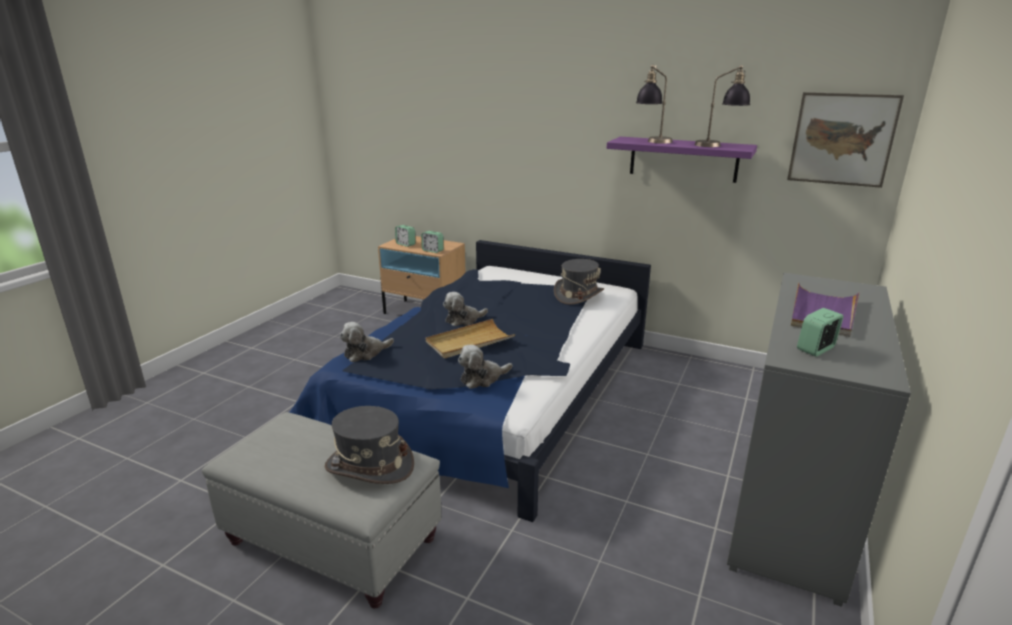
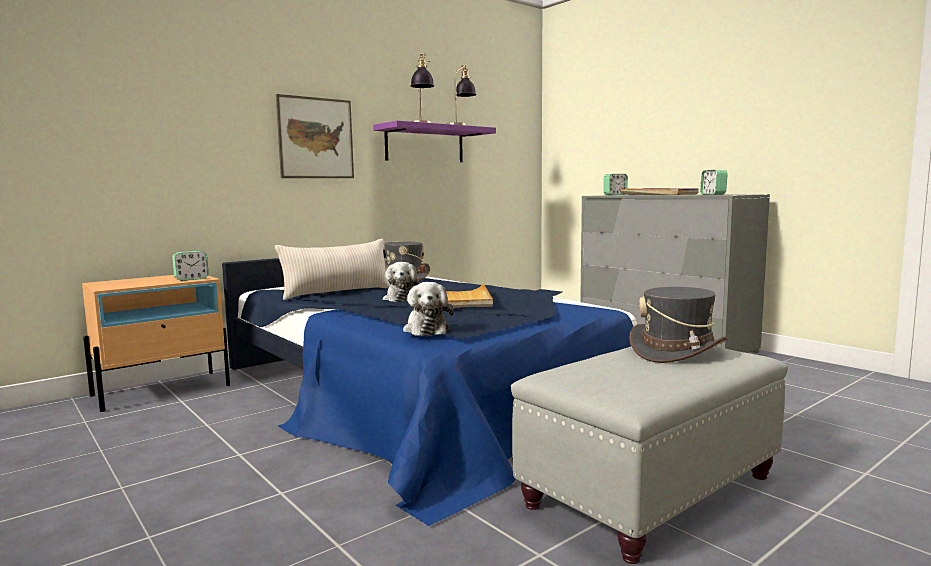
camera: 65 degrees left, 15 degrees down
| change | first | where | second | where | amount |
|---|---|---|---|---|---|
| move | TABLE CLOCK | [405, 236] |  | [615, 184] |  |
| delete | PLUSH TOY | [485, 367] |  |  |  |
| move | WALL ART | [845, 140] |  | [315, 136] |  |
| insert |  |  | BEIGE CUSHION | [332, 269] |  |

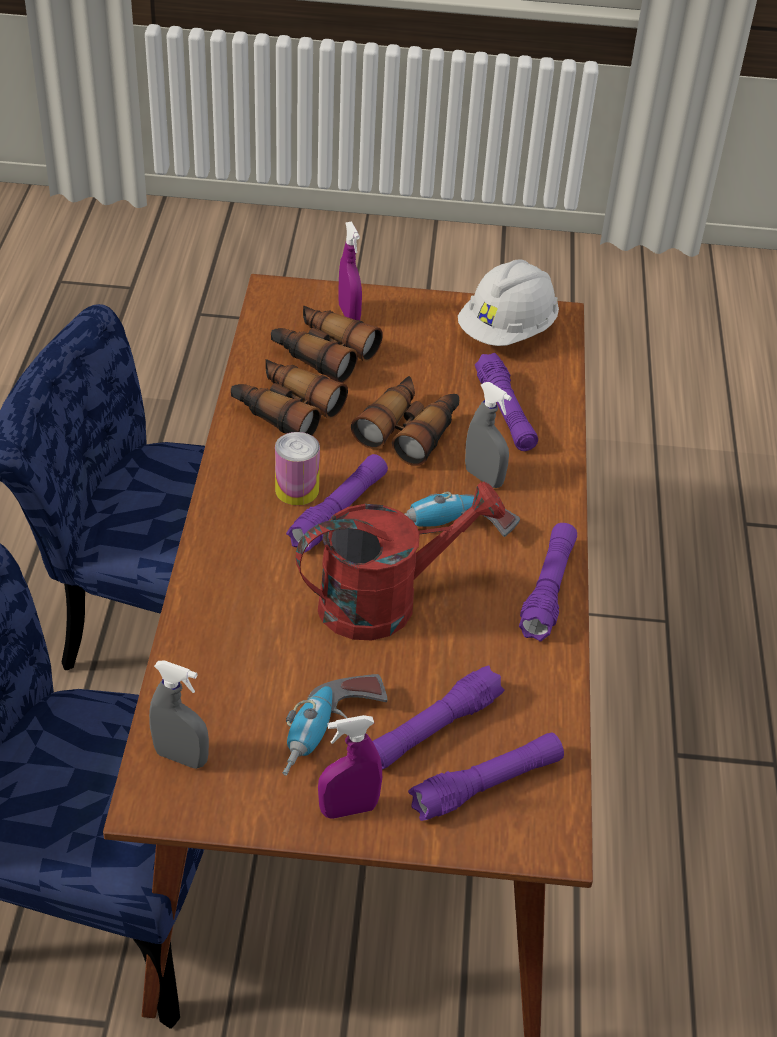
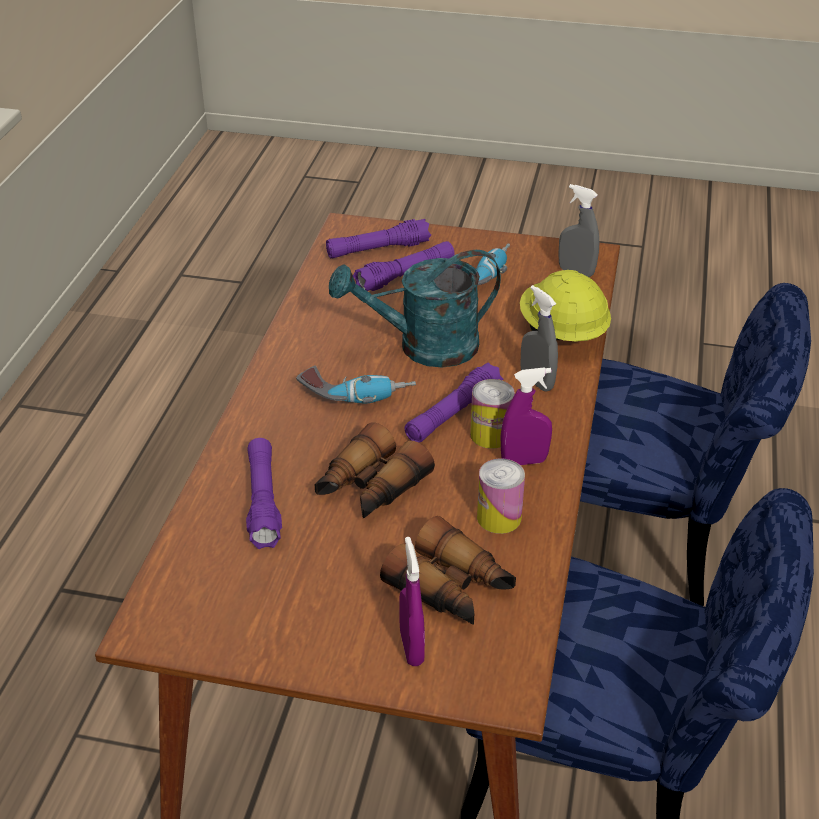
camera: 170 degrees left, 5 degrees down
| change | first | where | second | where | amount |
|---|---|---|---|---|---|
| replace | BINOCULARS | [289, 397] | CAN | [501, 496] |  |
| recolor | RED-COLOURED WATERING POT | [400, 561] | TURQUOISE WATERING POT | [415, 309] |  |
| move | PURPLE SPRAY BOTTLE | [350, 767] |  | [526, 416] |  |
| delete | WHITE SAFETY HELMET | [508, 302] |  |  |  |
| move | GRAY SPRAY BOTTLE | [488, 435] |  | [539, 338] |  |
| delete | PURPLE HAND TORCH | [548, 582] |  |  |  |
| insert |  |  | YELLOW-COLOURED SAFETY HELMET | [565, 306] |  |

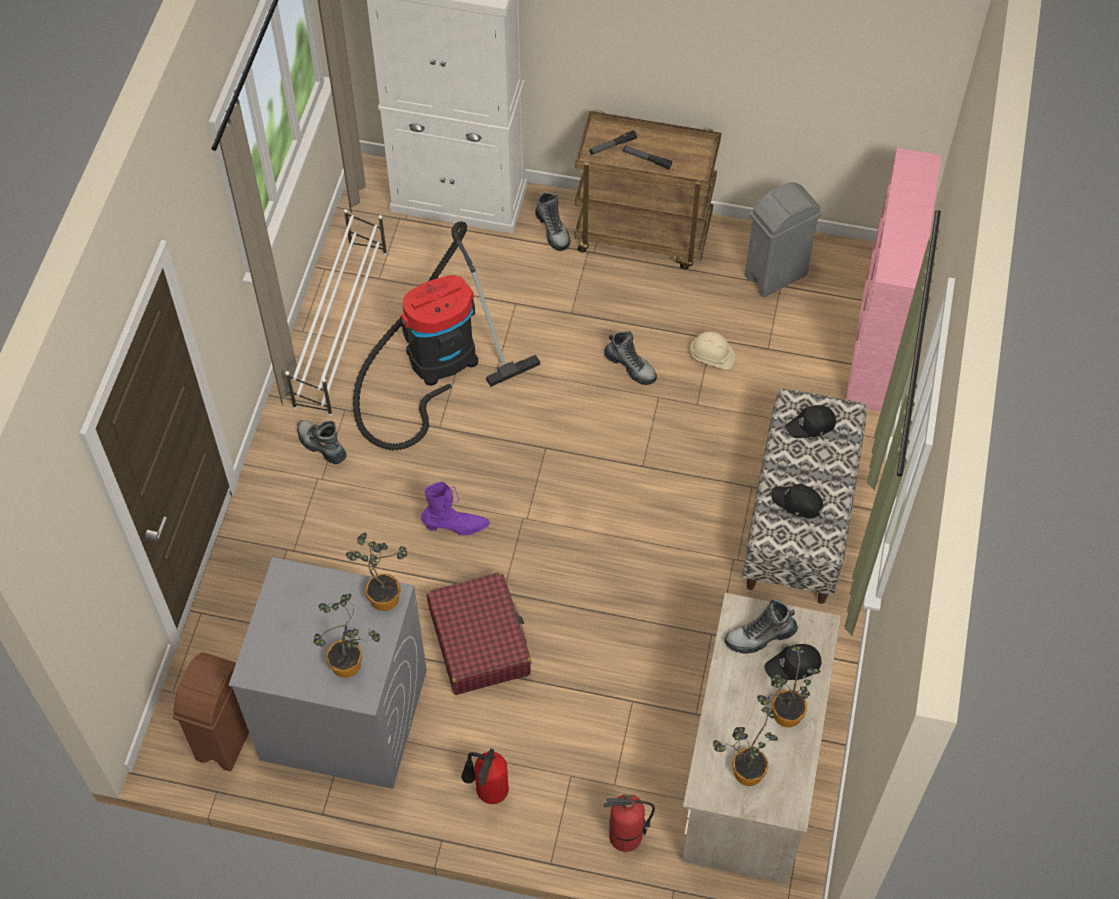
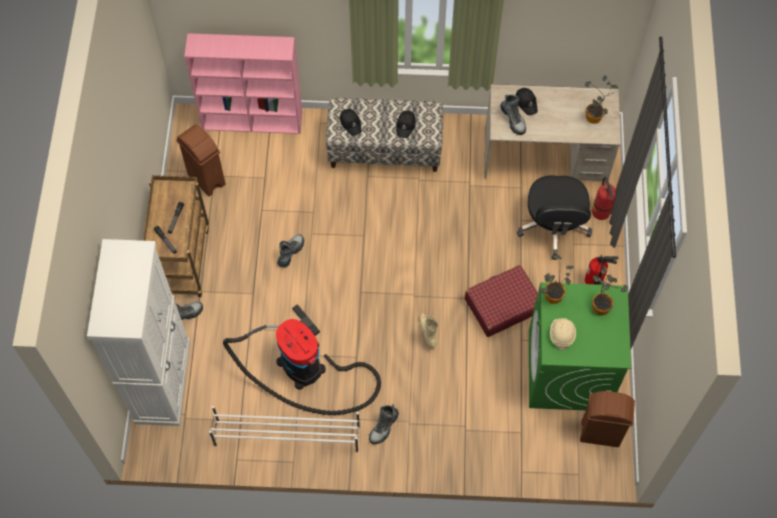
camera: 100 degrees left, 5 degrees up
| change | first | where | second | where | amount |
|---|---|---|---|---|---|
| recolor | GRAY WASHING MACHINE | [328, 673] | GREEN-COLOURED WASHING MACHINE | [580, 346] |  |
| recolor | PURPLE HIGH-TOP BOOT | [455, 509] | BEIGE HIGH-TOP BOOT | [429, 331] |  |
| move | BEIGE SAFETY HELMET | [712, 350] |  | [563, 334] |  |
| recolor | GRAY WASTE BIN | [783, 239] | BROWNISH WASTE BIN | [200, 160] |  |
| delete | POTTED PLANT | [788, 686] |  |  |  |
| insert |  |  | BLACK DESK CHAIR | [554, 217] |  |

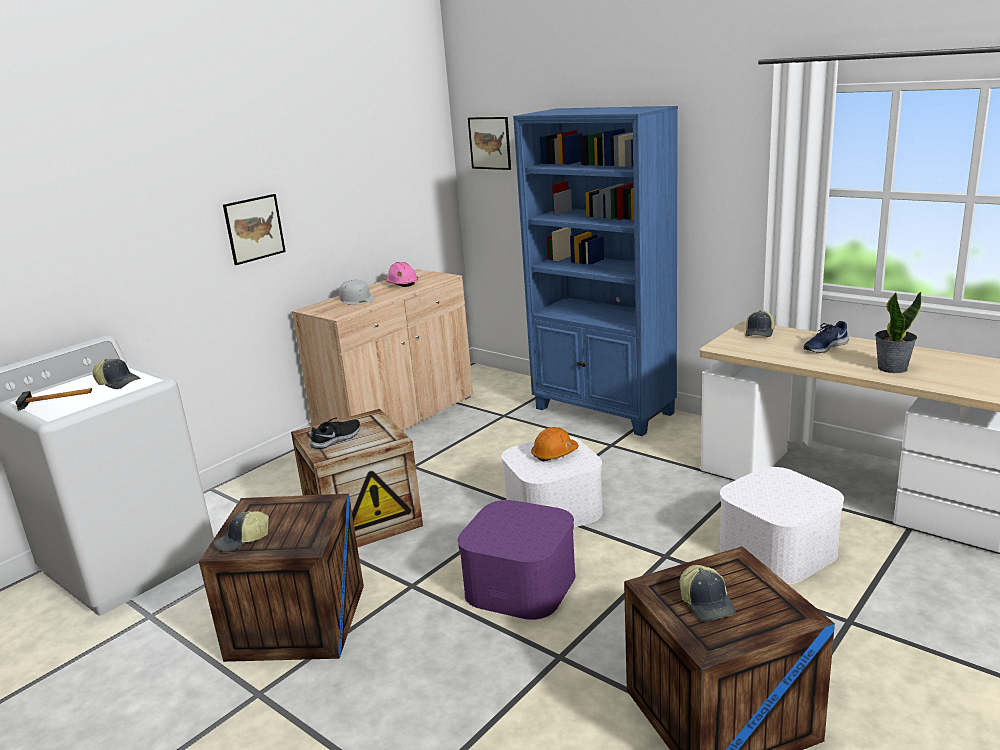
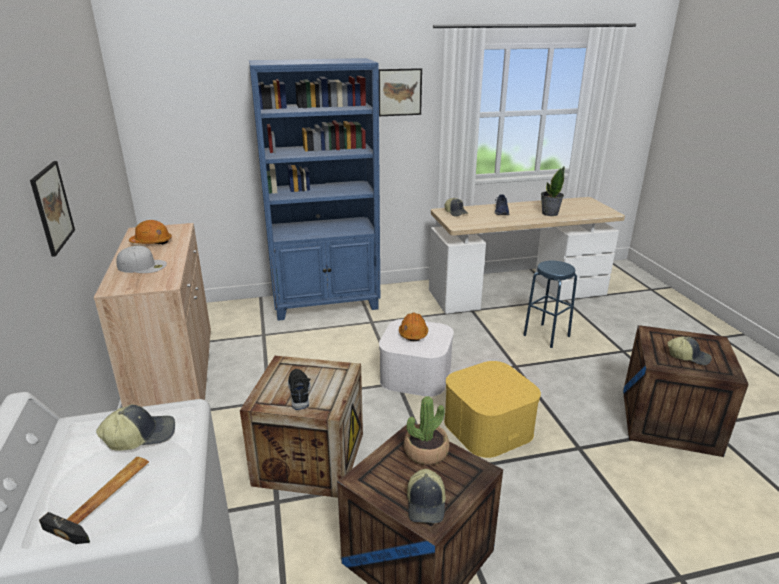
camera: 55 degrees left, 5 degrees up
| change | first | where | second | where | amount |
|---|---|---|---|---|---|
| recolor | PINKISH SAFETY HELMET | [401, 274] | ORANGEY SAFETY HELMET | [150, 232] |  |
| recolor | PURPLE STORAGE CONTAINER | [516, 560] | YELLOW-COLOURED STORAGE CONTAINER | [492, 409] |  |
| move | WALL ART | [489, 143] |  | [400, 92] |  |
| replace | WHITE STORAGE CONTAINER | [782, 525] | BLUE STOOL | [550, 304] |  |
| insert |  |  | POTTED PLANT | [426, 430] |  |

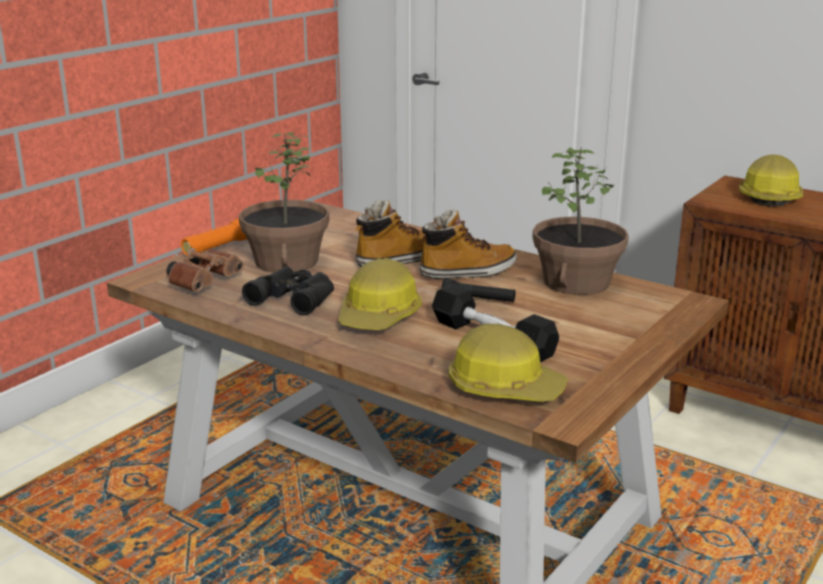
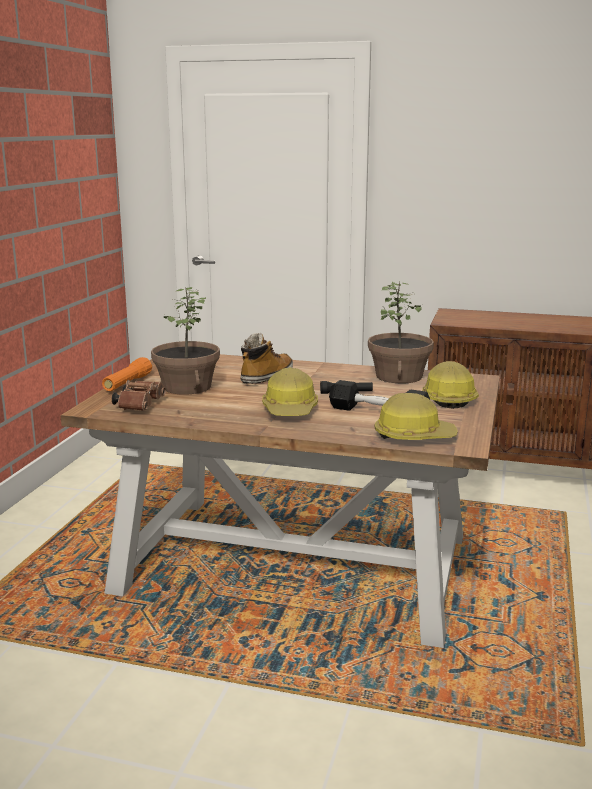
camera: 20 degrees left, 5 degrees down
| change | first | where | second | where | amount |
|---|---|---|---|---|---|
| delete | BLACK BINOCULARS | [288, 290] |  |  |  |
| delete | HIGH-TOP BOOT | [468, 244] |  |  |  |
| move | SAFETY HELMET | [771, 181] |  | [450, 385] |  |

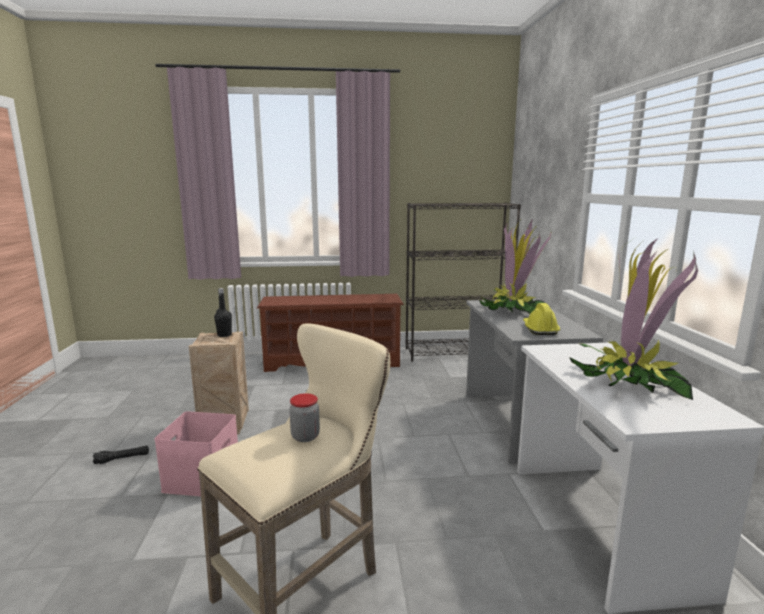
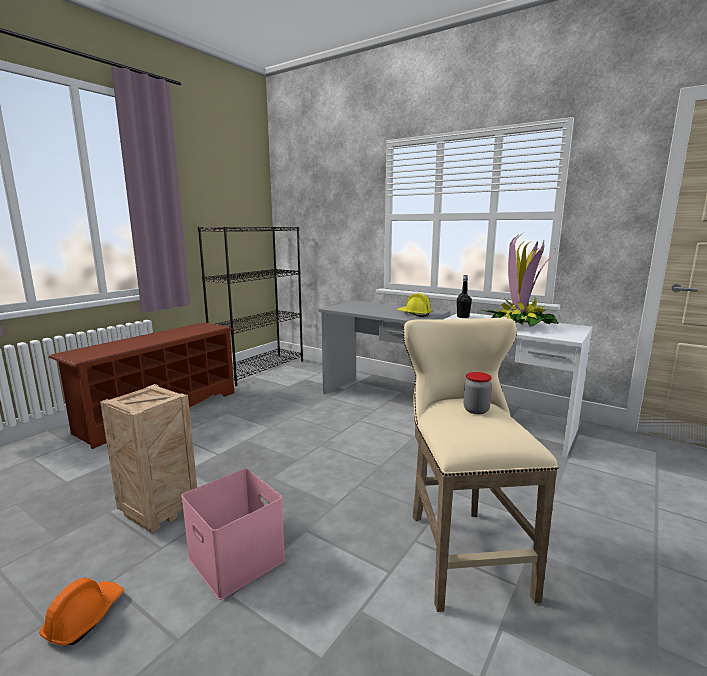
camera: 50 degrees left, 0 degrees up
| change | first | where | second | where | amount |
|---|---|---|---|---|---|
| replace | BLACK HAND TORCH | [121, 455] | ORANGEY SAFETY HELMET | [81, 612] |  |
| move | BLACK DRINK BOTTLE | [223, 312] |  | [464, 296] |  |
| delete | POTTED PLANT | [515, 266] |  |  |  |

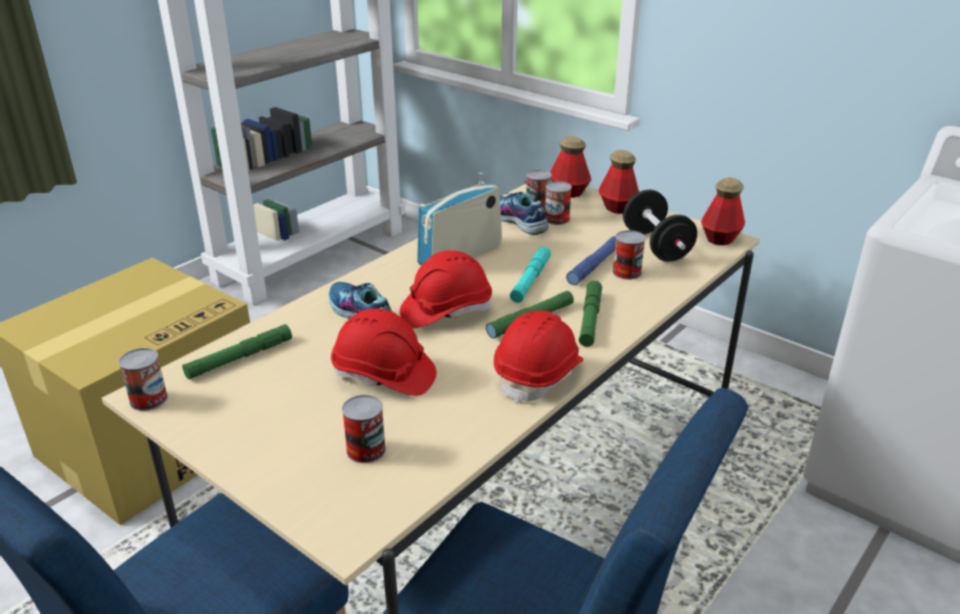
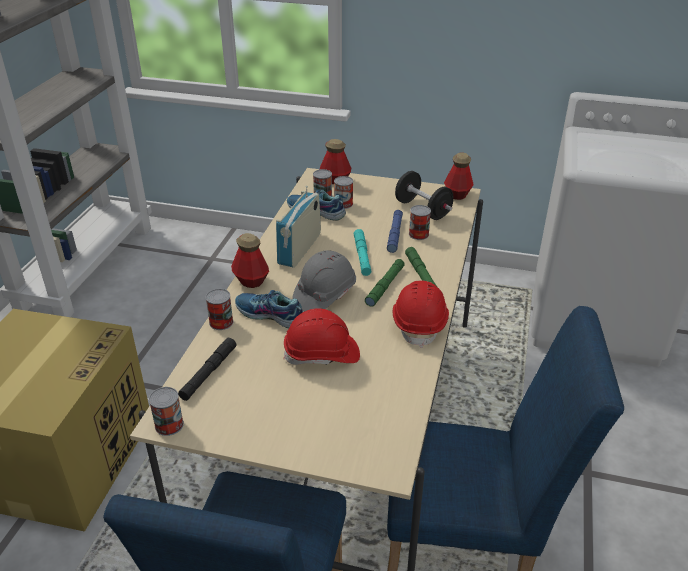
camera: 25 degrees left, 5 degrees up
| change | first | where | second | where | amount |
|---|---|---|---|---|---|
| recolor | GREEN-COLOURED HAND TORCH | [237, 351] | BLACK HAND TORCH | [207, 369] |  |
| move | CAN | [364, 429] |  | [219, 309] |  |
| recolor | RED-COLOURED SAFETY HELMET | [446, 289] | GRAY SAFETY HELMET | [324, 281] |  |
| move | DRINK BOTTLE | [619, 182] |  | [250, 260] |  |

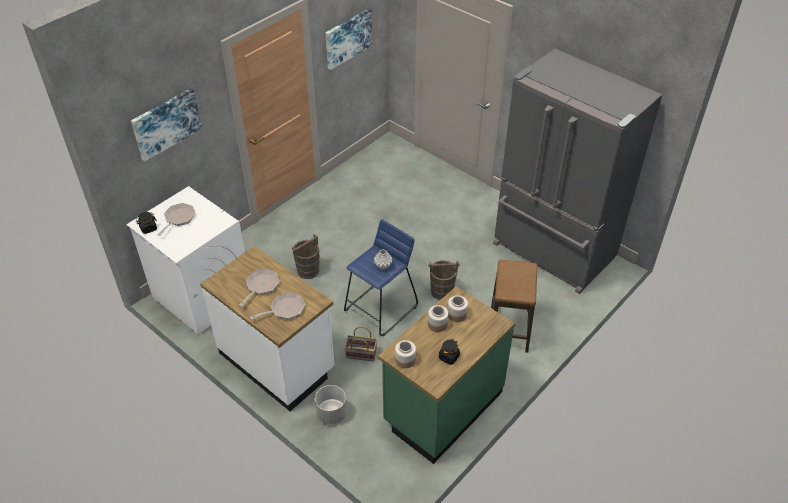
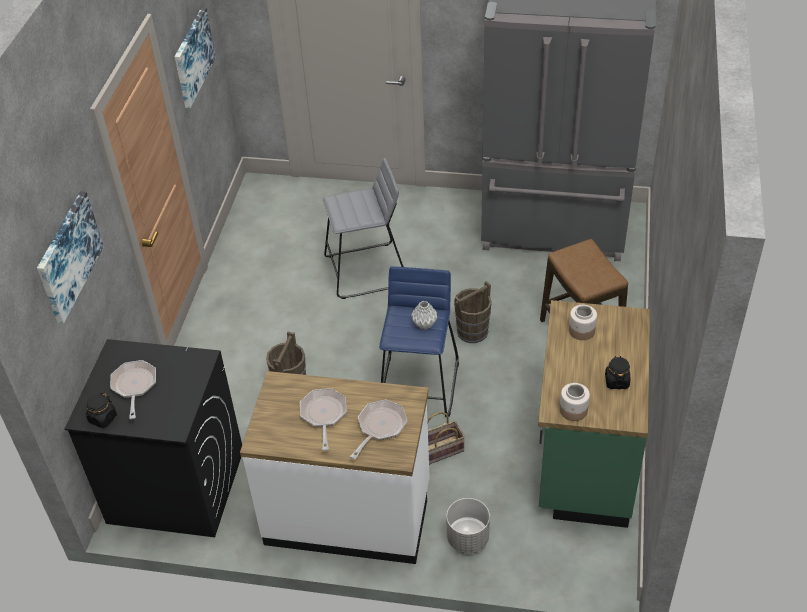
camera: 30 degrees left, 0 degrees up
| change | first | where | second | where | amount |
|---|---|---|---|---|---|
| recolor | WHITE WASHING MACHINE | [185, 260] | BLACK WASHING MACHINE | [153, 438] |  |
| delete | PRESERVE JAR | [438, 318] |  |  |  |
| insert |  |  | GRAY STOOL | [363, 228] |  |

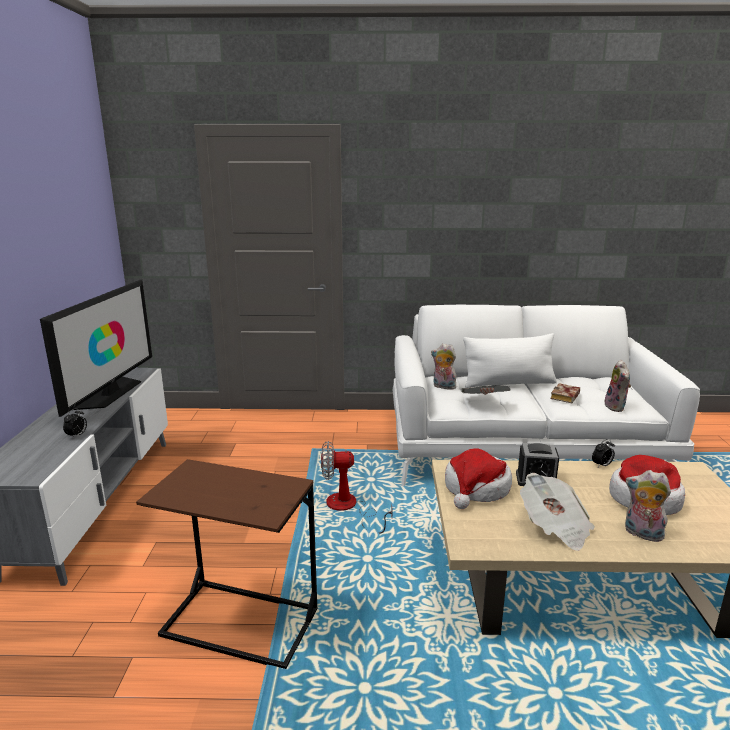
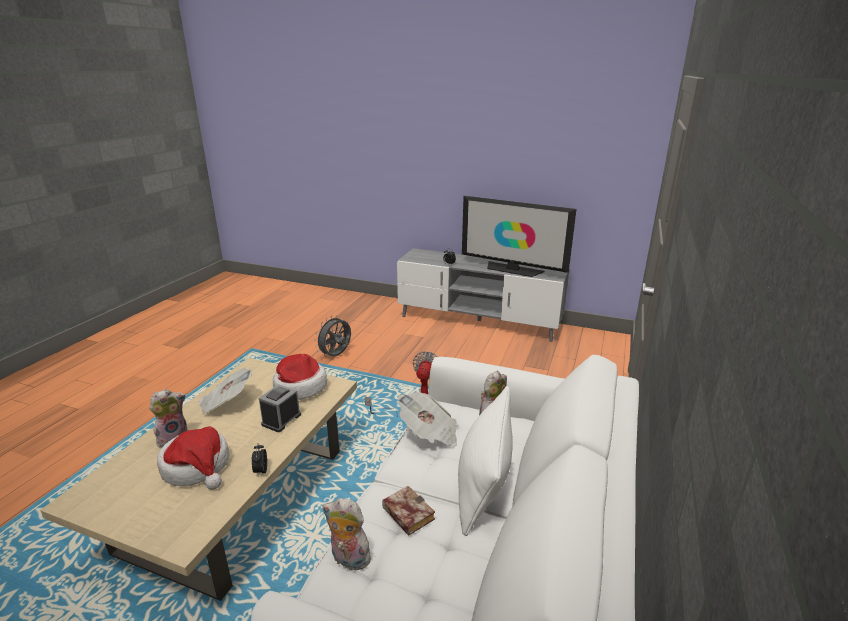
camera: 110 degrees right, 5 degrees up
| change | first | where | second | where | amount |
|---|---|---|---|---|---|
| replace | BROWNISH ACCENT TABLE | [227, 564] | GRAY ELECTRIC FAN | [332, 336] |  |

